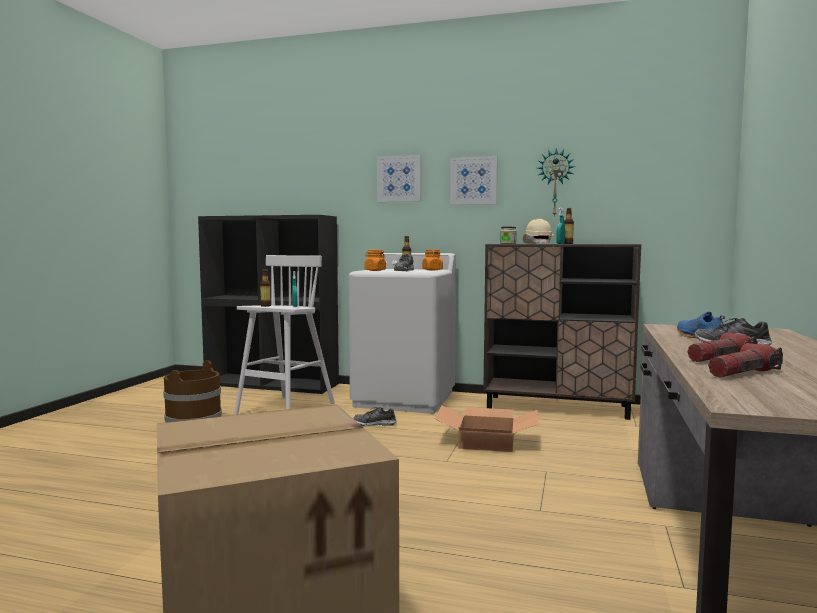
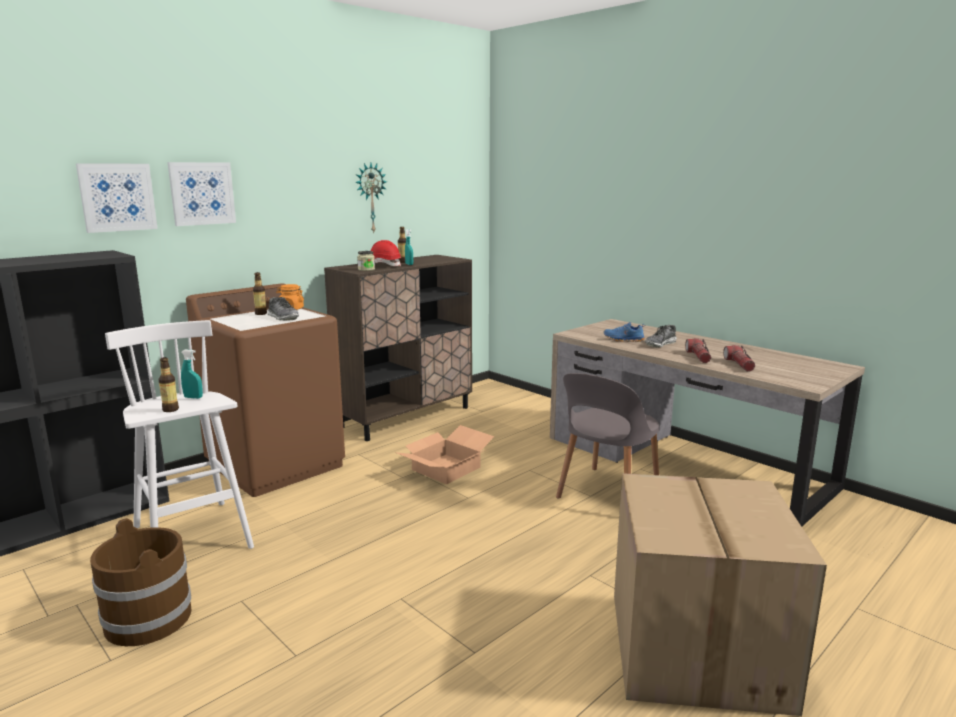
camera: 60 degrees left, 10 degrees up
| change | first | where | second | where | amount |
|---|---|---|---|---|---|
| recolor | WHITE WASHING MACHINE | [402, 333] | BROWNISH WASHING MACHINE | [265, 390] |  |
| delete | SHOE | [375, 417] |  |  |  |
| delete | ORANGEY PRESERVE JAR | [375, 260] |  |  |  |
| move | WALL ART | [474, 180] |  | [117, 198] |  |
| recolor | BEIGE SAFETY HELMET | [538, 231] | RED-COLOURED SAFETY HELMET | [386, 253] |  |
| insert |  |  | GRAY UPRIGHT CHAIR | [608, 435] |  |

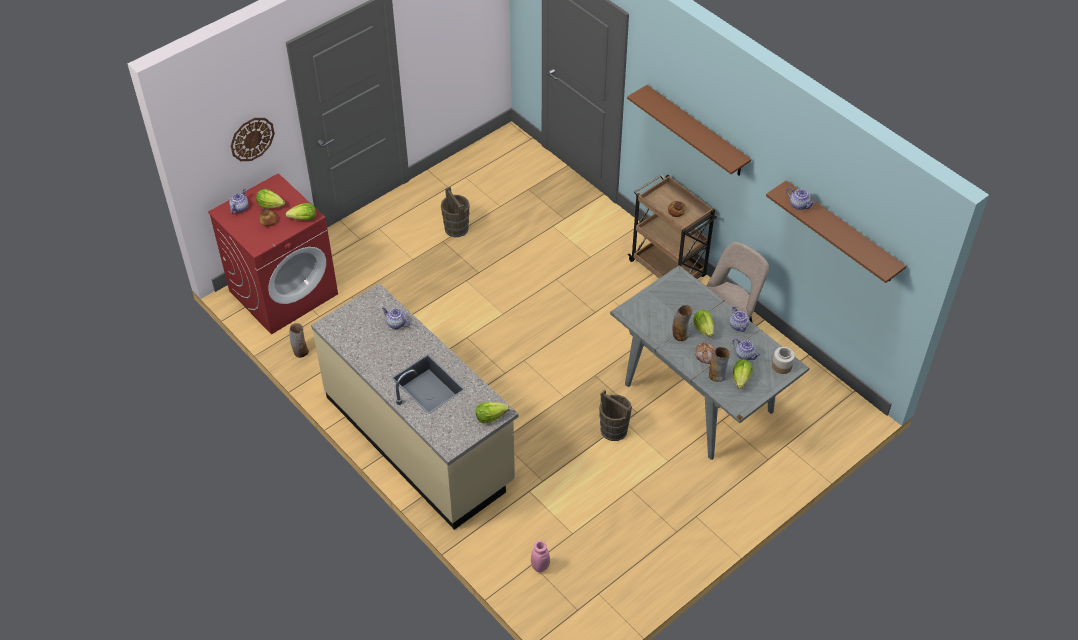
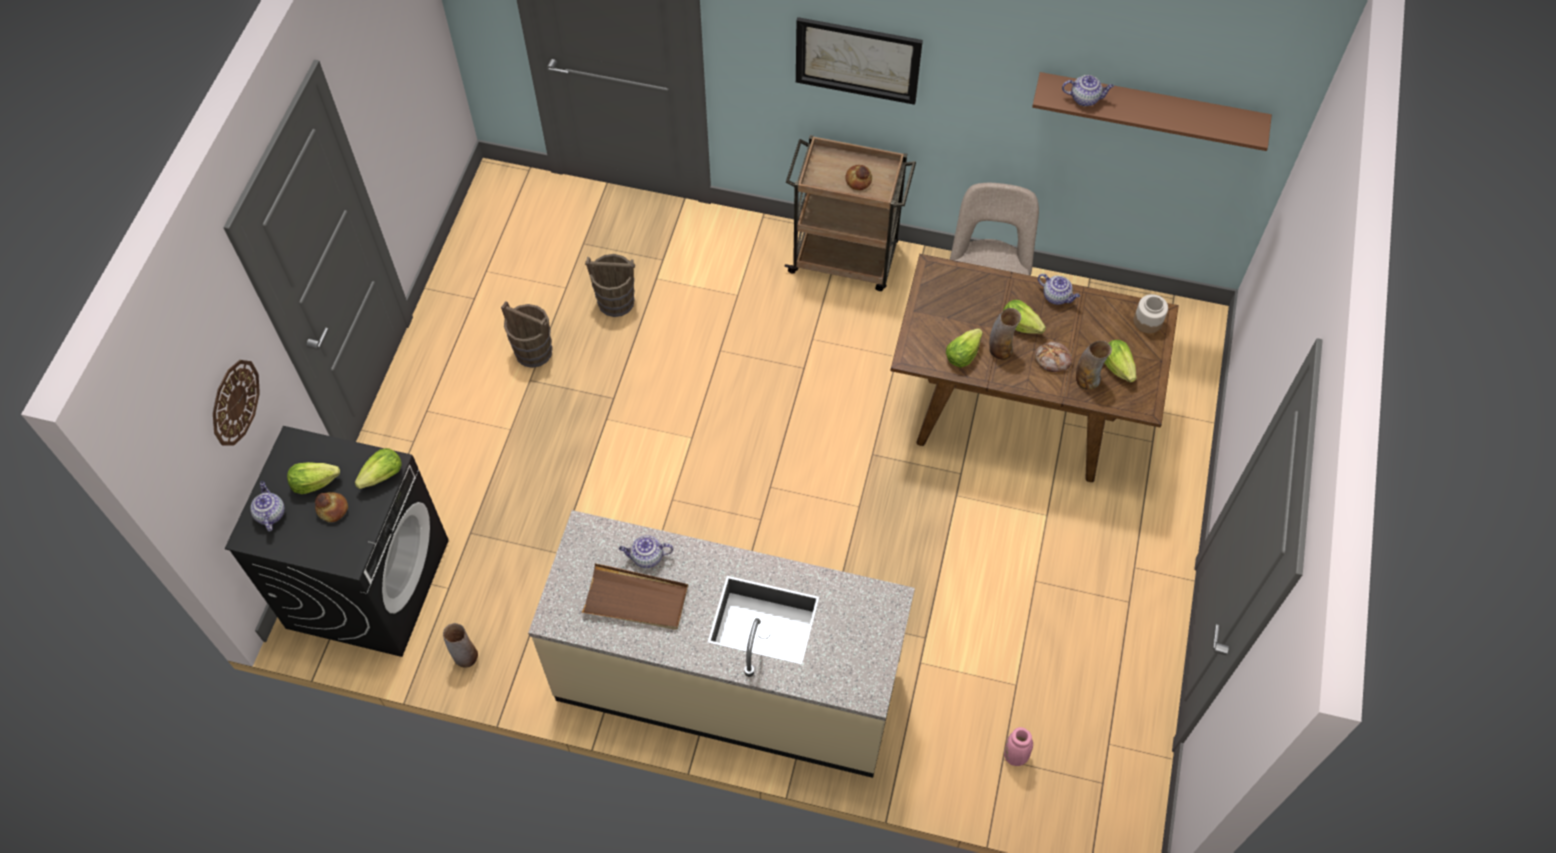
camera: 35 degrees left, 10 degrees up
| change | first | where | second | where | amount |
|---|---|---|---|---|---|
| recolor | RED-COLOURED WASHING MACHINE | [273, 254] | BLACK WASHING MACHINE | [337, 541] |  |
| move | HEAD OF LETTUCE | [492, 412] |  | [964, 348] |  |
| move | BROWNISH PAIL | [615, 415] |  | [610, 285] |  |
| recolor | GRAY DINING TABLE | [709, 362] | BROWNISH DINING TABLE | [1035, 368] |  |
| replace | BROWNISH SHELF | [689, 130] | WALL ART | [859, 61] |  |
| delete | TEAPOT | [746, 349] |  |  |  |
| insert |  |  | BROWNISH TRAY | [634, 596] |  |

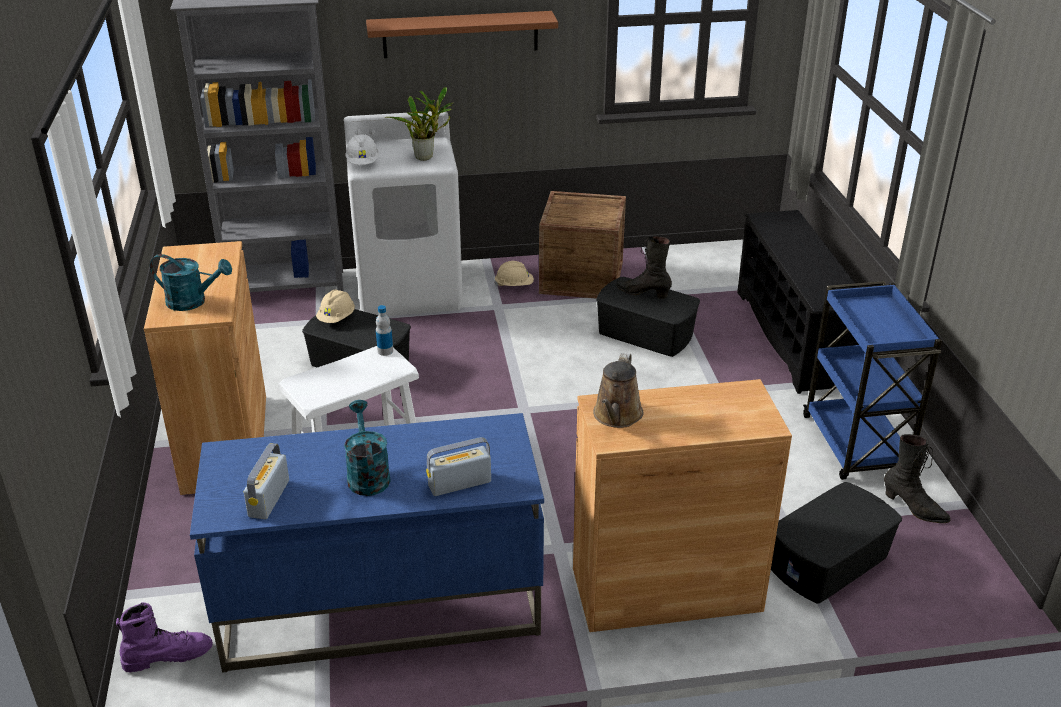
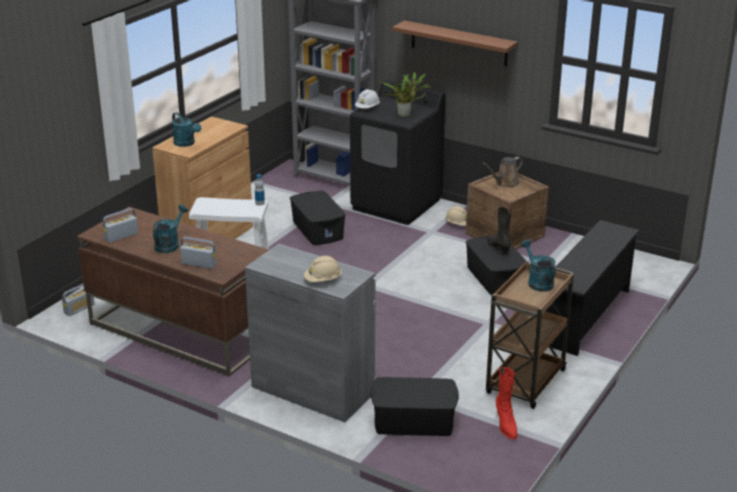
camera: 40 degrees right, 5 degrees down
| change | first | where | second | where | amount |
|---|---|---|---|---|---|
| replace | PURPLE HIGH-TOP BOOT | [164, 637] | RADIO RECEIVER | [78, 300] |  |
| recolor | BLUE DESK | [367, 543] | BROWNISH DESK | [173, 292] |  |
| move | BEIGE SAFETY HELMET | [335, 306] |  | [323, 269] |  |
| recolor | WHITE WASHING MACHINE | [403, 213] | BLACK WASHING MACHINE | [397, 152] |  |
| recolor | BROWNISH CABINET | [682, 505] | GRAY CABINET | [310, 333] |  |
| move | BROWNISH WATERING POT | [618, 390] |  | [502, 172] |  |
| recolor | BLUE WHEELED CART | [872, 380] | BROWNISH WHEELED CART | [530, 335] |  |
| recolor | BLACK HIGH-TOP BOOT | [917, 478] | RED-COLOURED HIGH-TOP BOOT | [506, 403] |  |
| insert |  |  | TURQUOISE WATERING POT | [538, 265] |  |

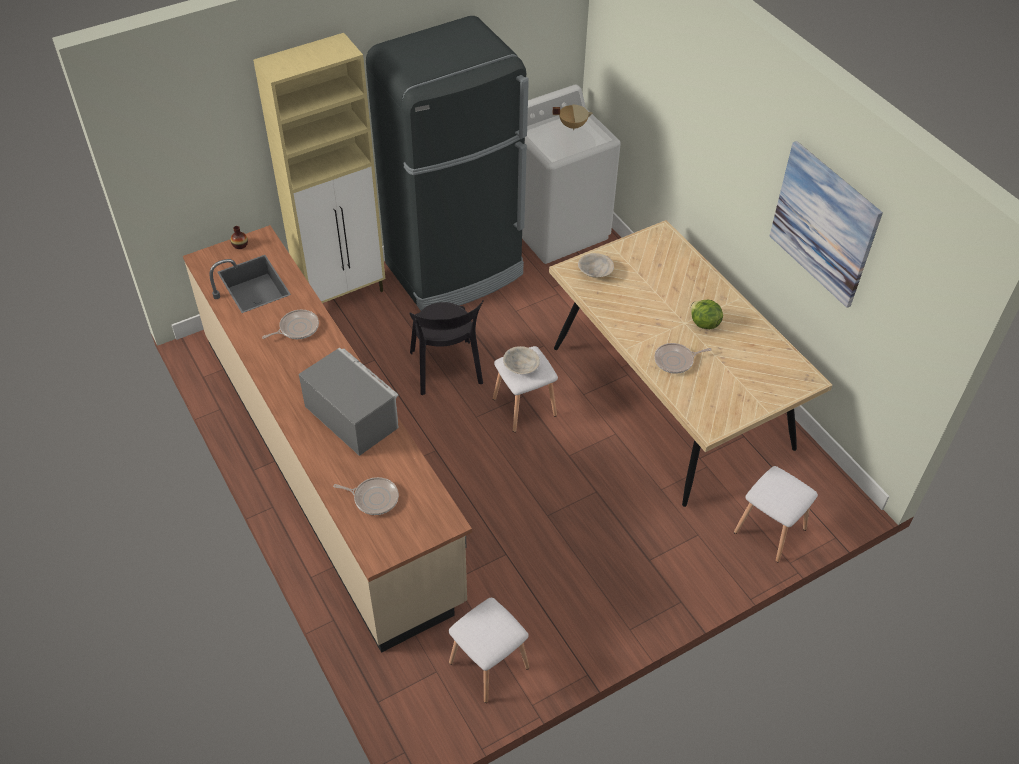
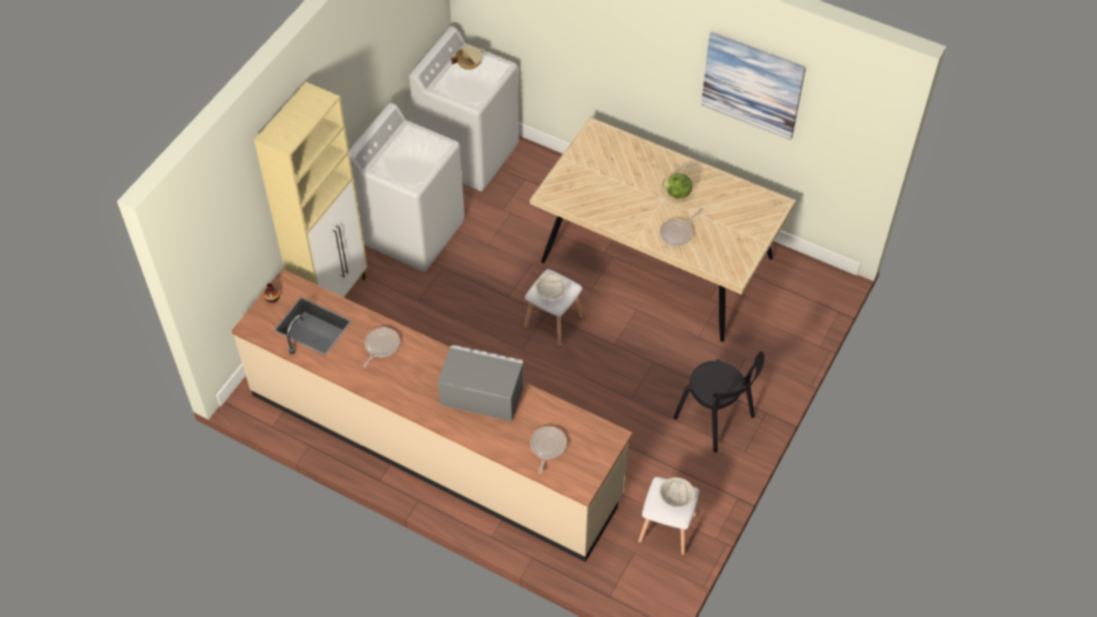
camera: 30 degrees left, 5 degrees up
| change | first | where | second | where | amount |
|---|---|---|---|---|---|
| rotate | FRYING PAN | [366, 496] |  | [548, 449] | 60 degrees counterclockwise |
| replace | BLACK FRIDGE | [447, 163] | WHITE WASHING MACHINE | [407, 187] |  |
| move | BLACK UPRIGHT CHAIR | [446, 347] |  | [718, 402] |  |
| move | BEIGE DEEP DISH | [596, 265] |  | [677, 492] |  |
| delete | WHITE STOOL | [776, 514] |  |  |  |

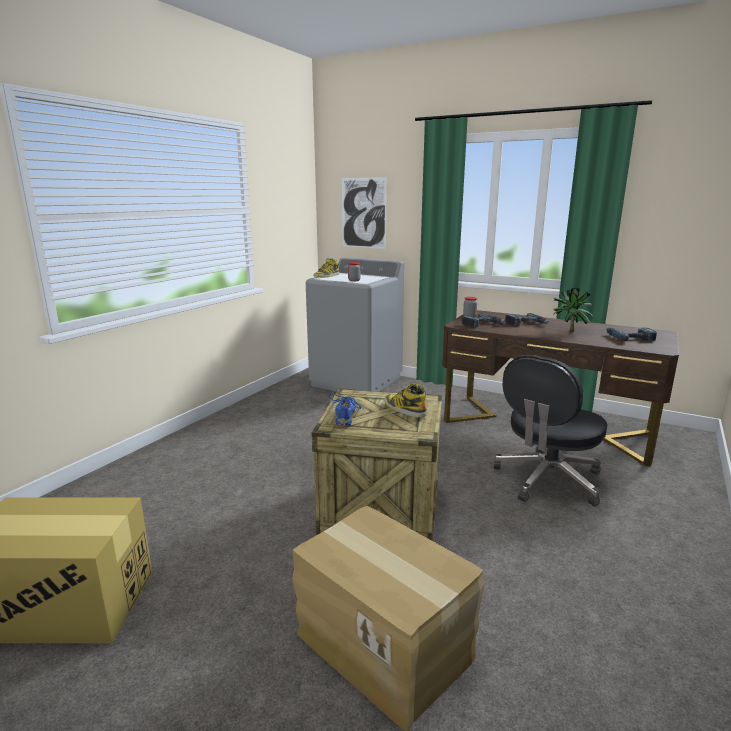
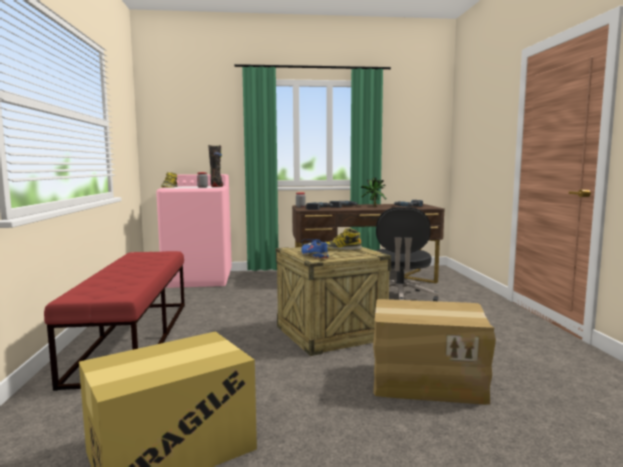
camera: 35 degrees left, 10 degrees down
| change | first | where | second | where | amount |
|---|---|---|---|---|---|
| recolor | GRAY WASHING MACHINE | [355, 324] | PINKISH WASHING MACHINE | [194, 231] |  |
| delete | WALL ART | [364, 213] |  |  |  |
| insert |  |  | RED-COLOURED INDOOR BENCH | [114, 321] |  |
| insert |  |  | BLACK HIGH-TOP BOOT | [215, 166] |  |

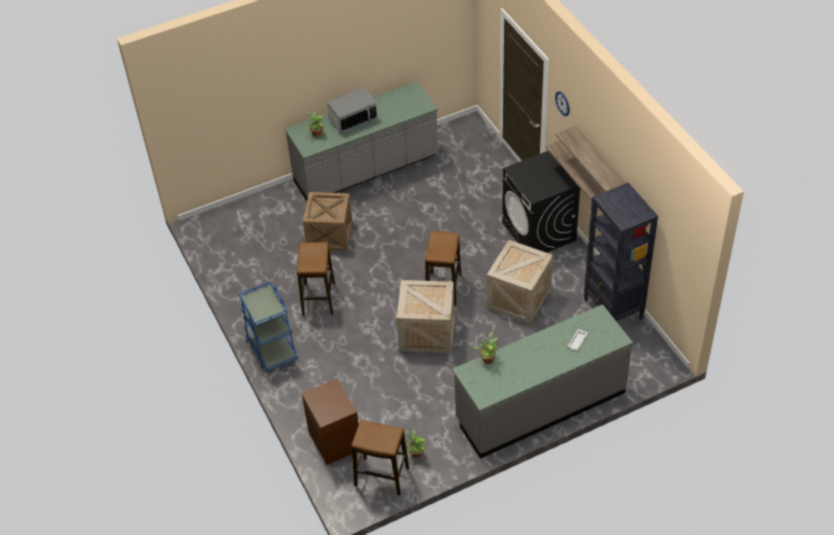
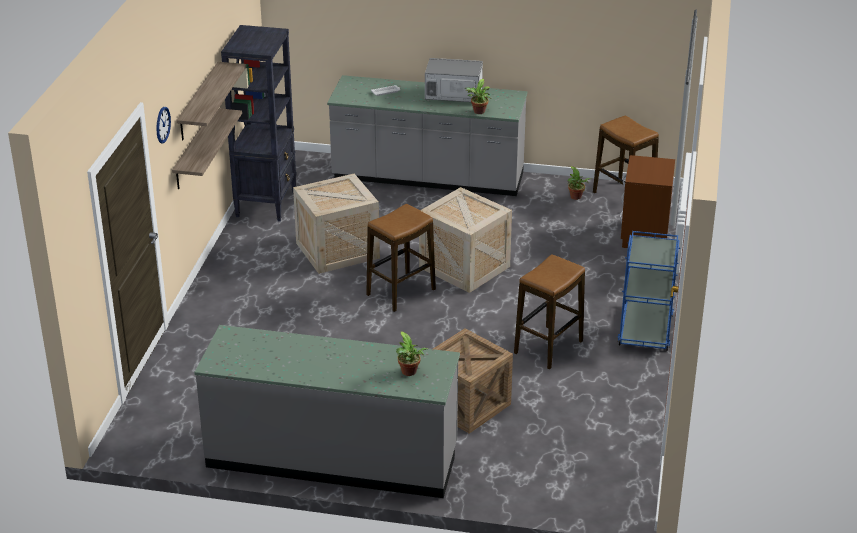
camera: 145 degrees left, 15 degrees down
| change | first | where | second | where | amount |
|---|---|---|---|---|---|
| move | MICROWAVE OVEN | [352, 111] |  | [454, 80] |  |
| delete | BLACK WASHING MACHINE | [541, 202] |  |  |  |

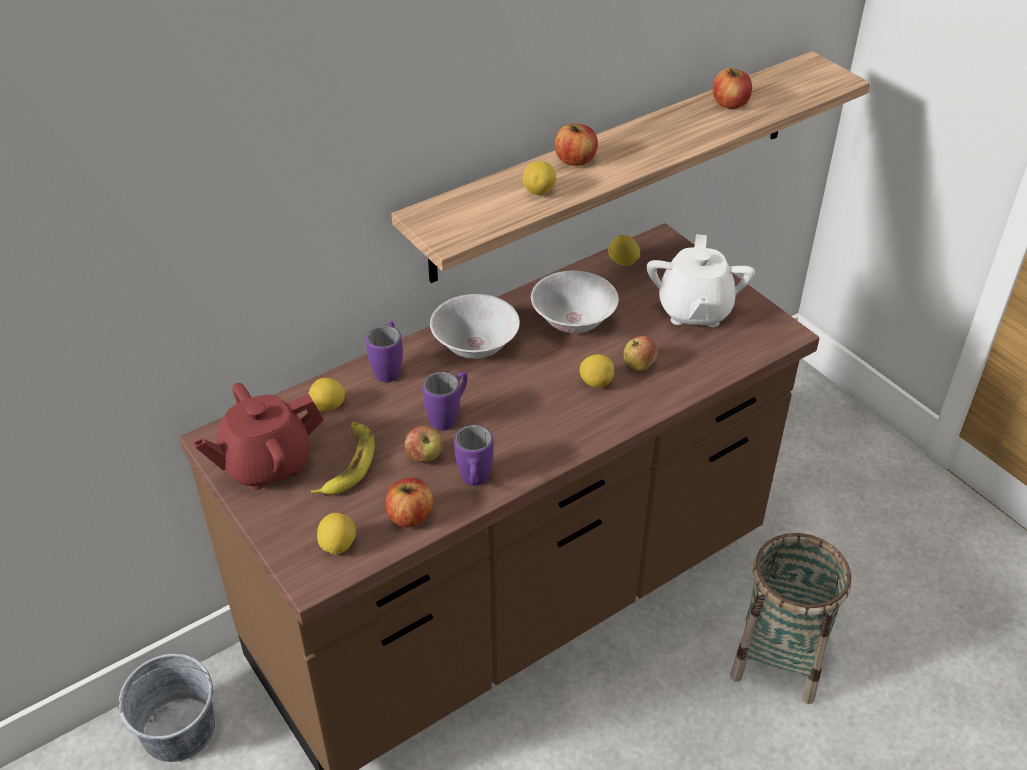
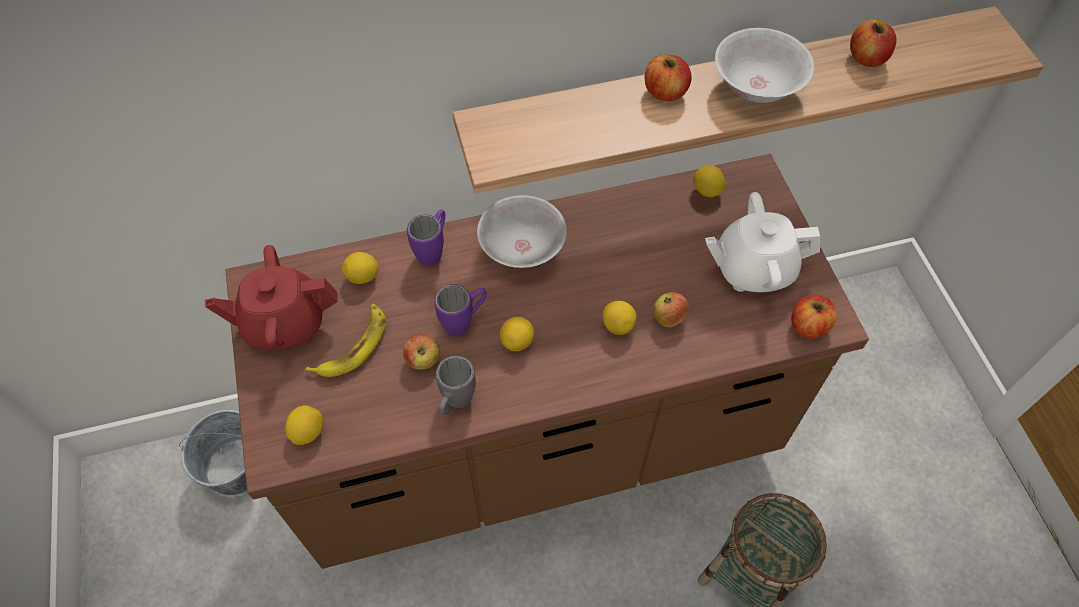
camera: 20 degrees right, 15 degrees up
| change | first | where | second | where | amount |
|---|---|---|---|---|---|
| move | WHOLE APPLE | [409, 503] |  | [814, 317] |  |
| recolor | PURPLE TEA MUG | [474, 455] | GRAY TEA MUG | [456, 385] |  |
| move | CITRUS FRUIT | [539, 178] |  | [517, 334] |  |
| move | WHITE DEEP DISH | [575, 302] |  | [764, 65] |  |
| rotate | WHITE TEAPOT | [701, 280] |  | [762, 242] | 60 degrees clockwise |

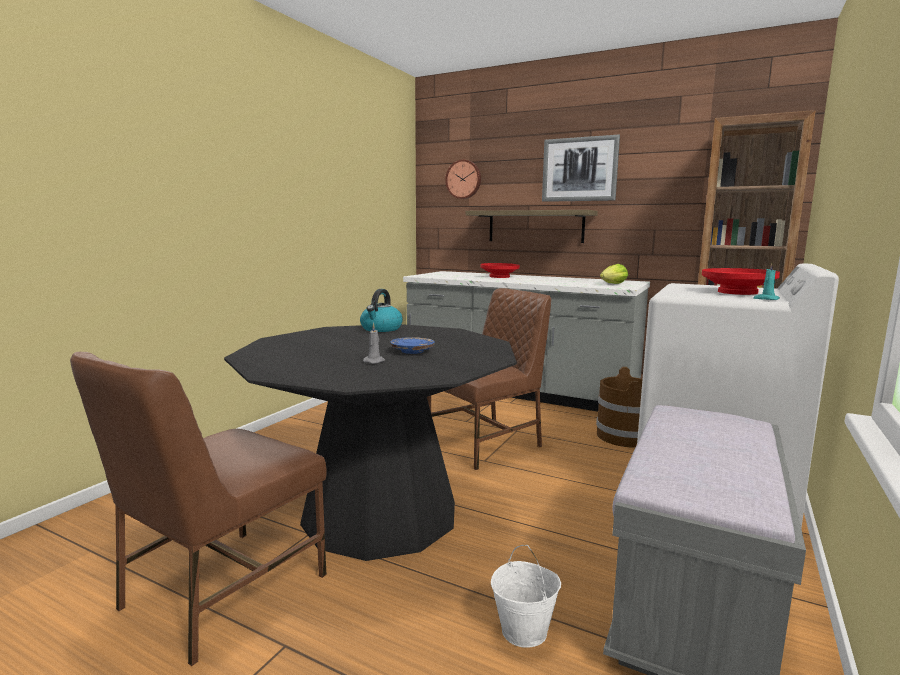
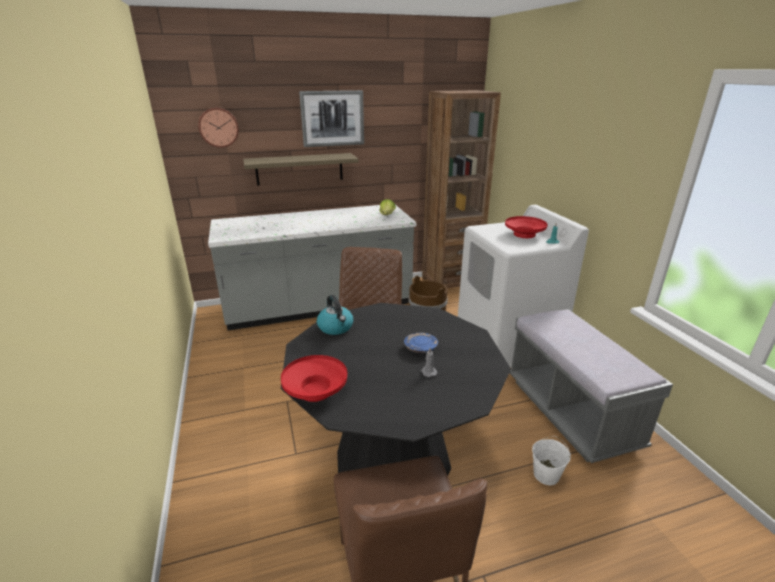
camera: 45 degrees left, 15 degrees up
| change | first | where | second | where | amount |
|---|---|---|---|---|---|
| move | RED-COLOURED DEEP DISH | [500, 270] |  | [314, 378] |  |

